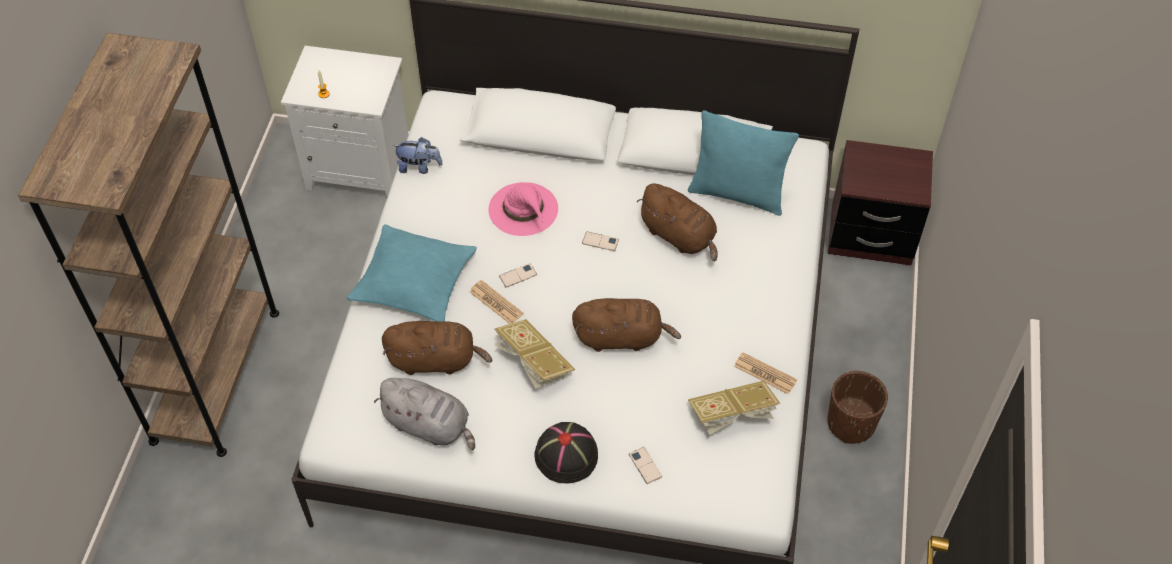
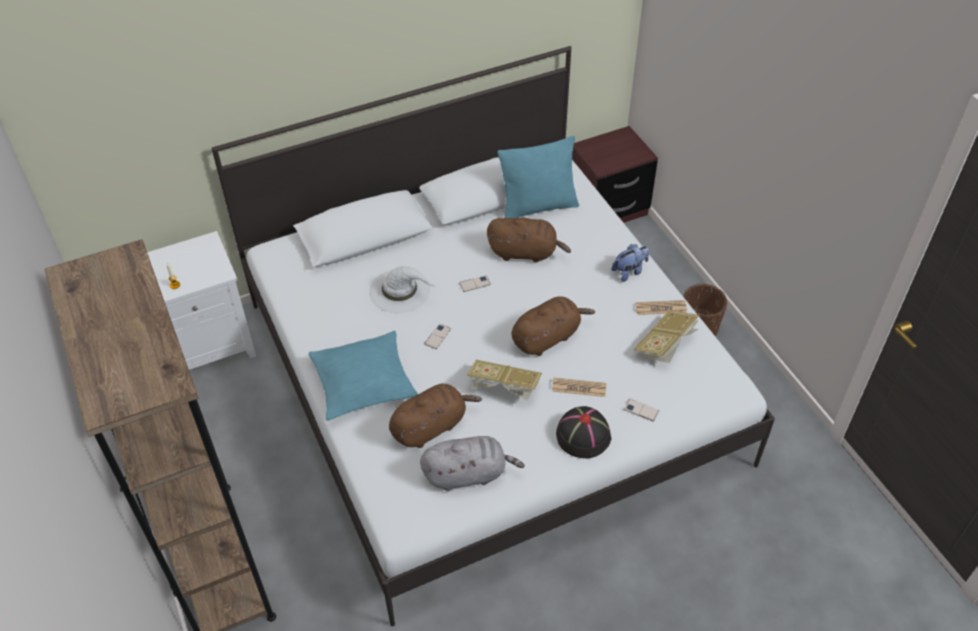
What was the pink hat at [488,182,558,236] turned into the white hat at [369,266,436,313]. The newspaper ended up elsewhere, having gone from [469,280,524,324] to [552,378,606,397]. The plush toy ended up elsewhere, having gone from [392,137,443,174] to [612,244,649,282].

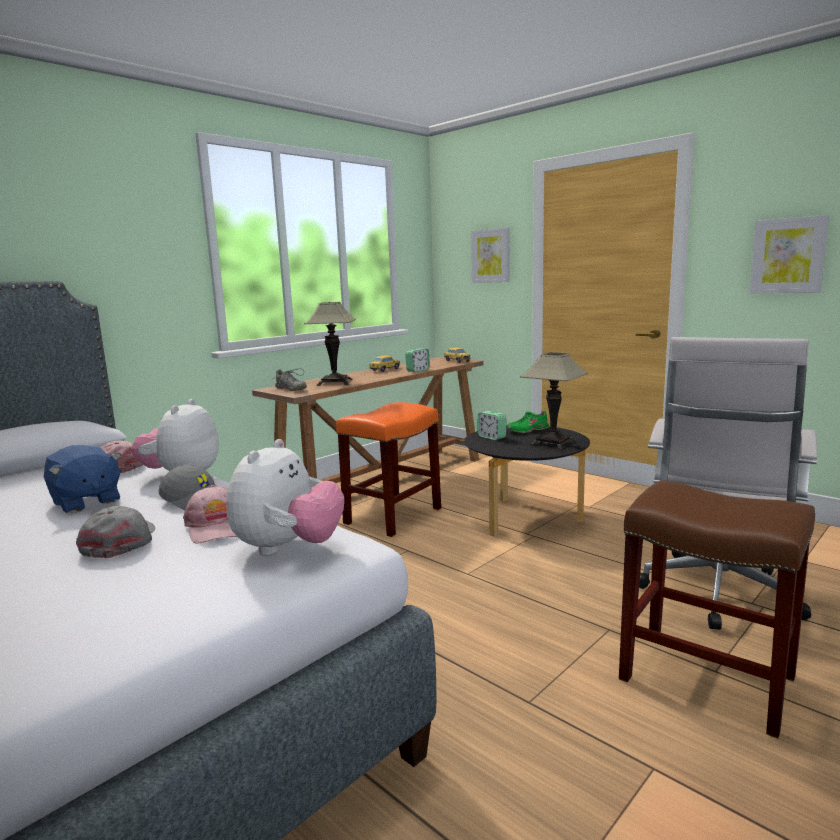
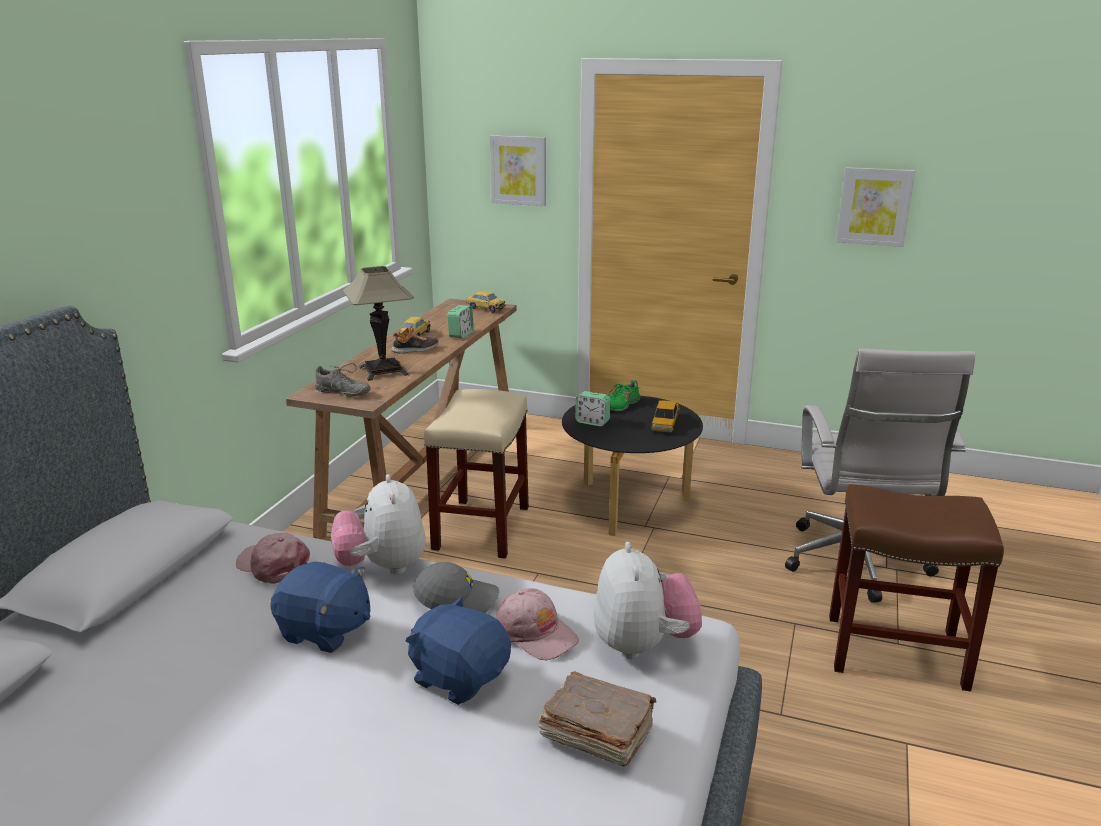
The second view gained the shoe at [391,326,439,353]. Where the grey cap stood at [76,506,155,558], the blue plush toy came to stand at [405,597,511,705]. What was the orange stool at [336,402,441,537] turned into the beige stool at [424,389,529,559]. The second view gained the brown book at [538,671,656,766]. Where the table lamp stood at [520,352,589,450], the toy car came to stand at [651,400,679,433].

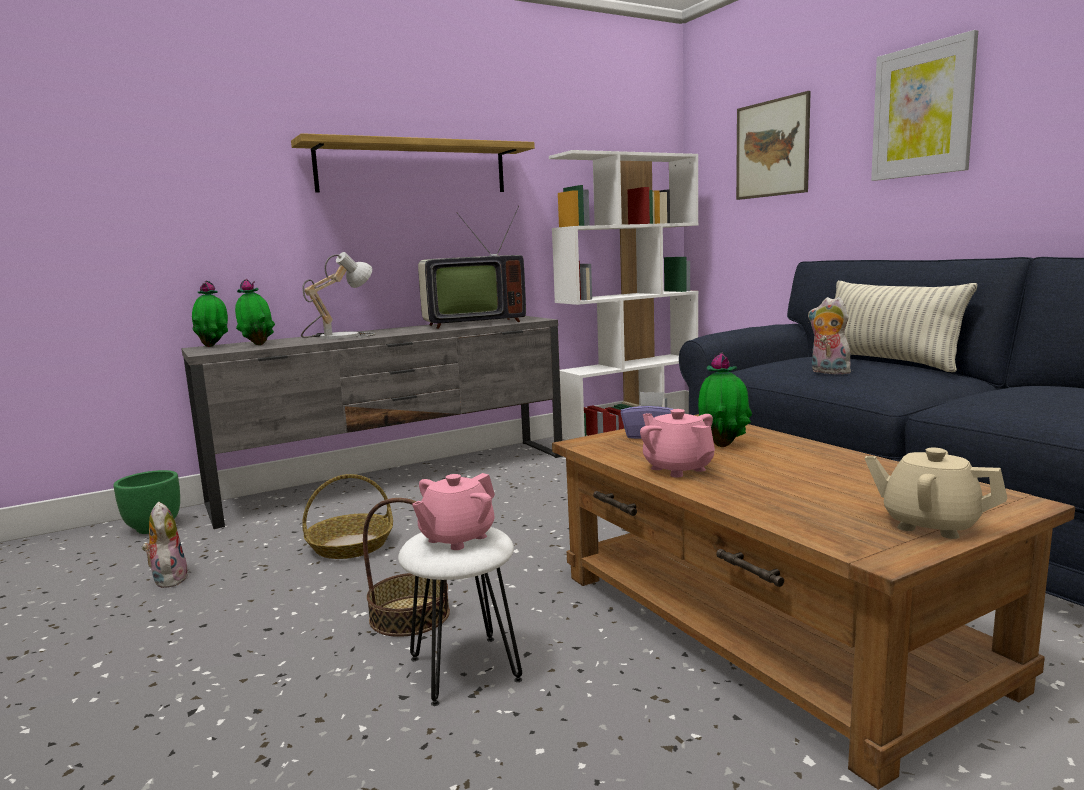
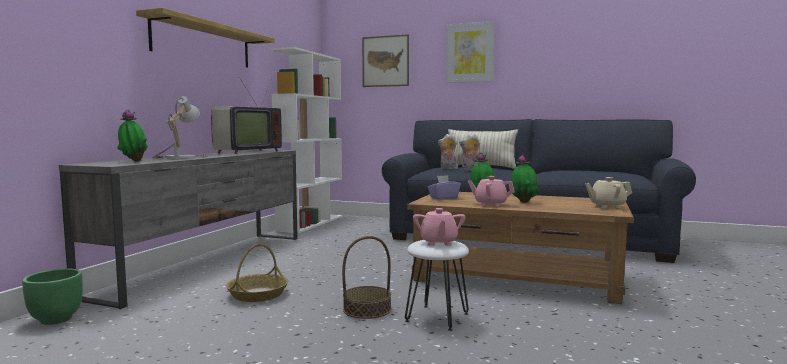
The plush toy ended up elsewhere, having gone from [142,502,189,588] to [438,134,458,169]. The potted plant ended up elsewhere, having gone from [192,281,228,347] to [511,155,538,203].

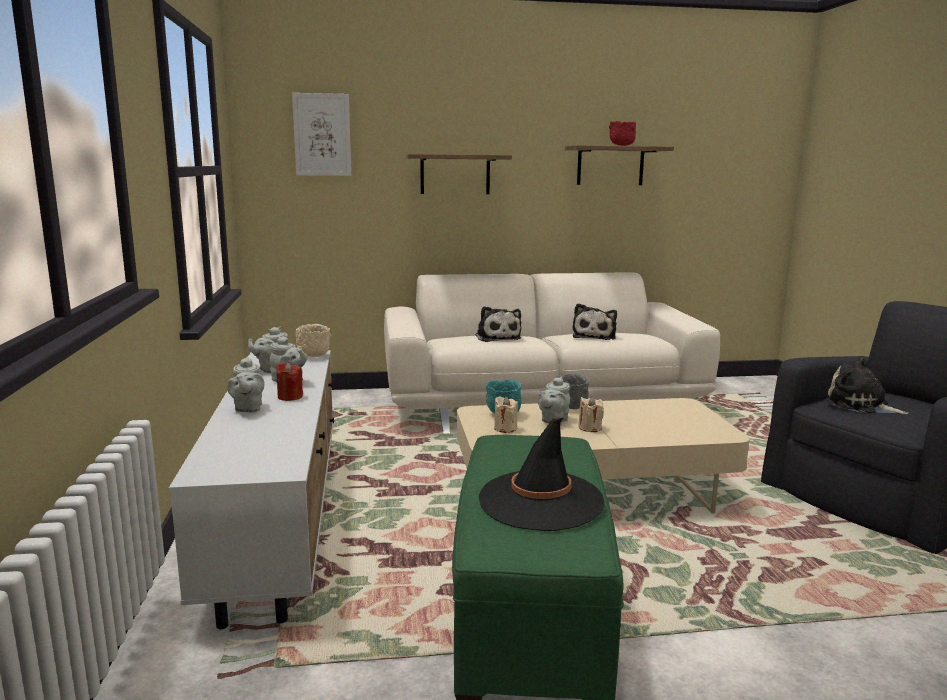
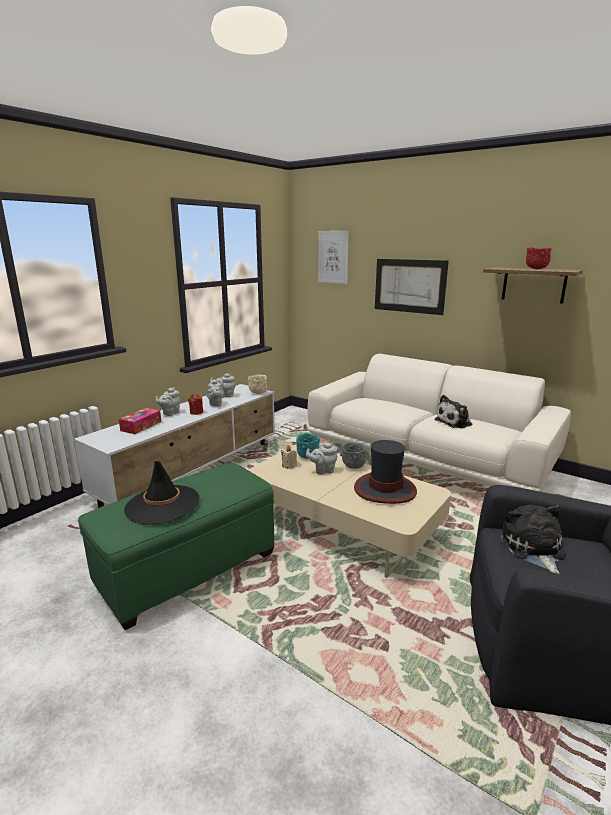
The second view gained the tissue box at [119,408,161,434]. The second view gained the hat at [354,440,417,504]. Where the shelf hung at [406,154,512,194], the picture came to hang at [375,259,449,315]. The second view lost the plush toy at [475,306,521,342]. The second view lost the beige candle at [578,396,604,432].

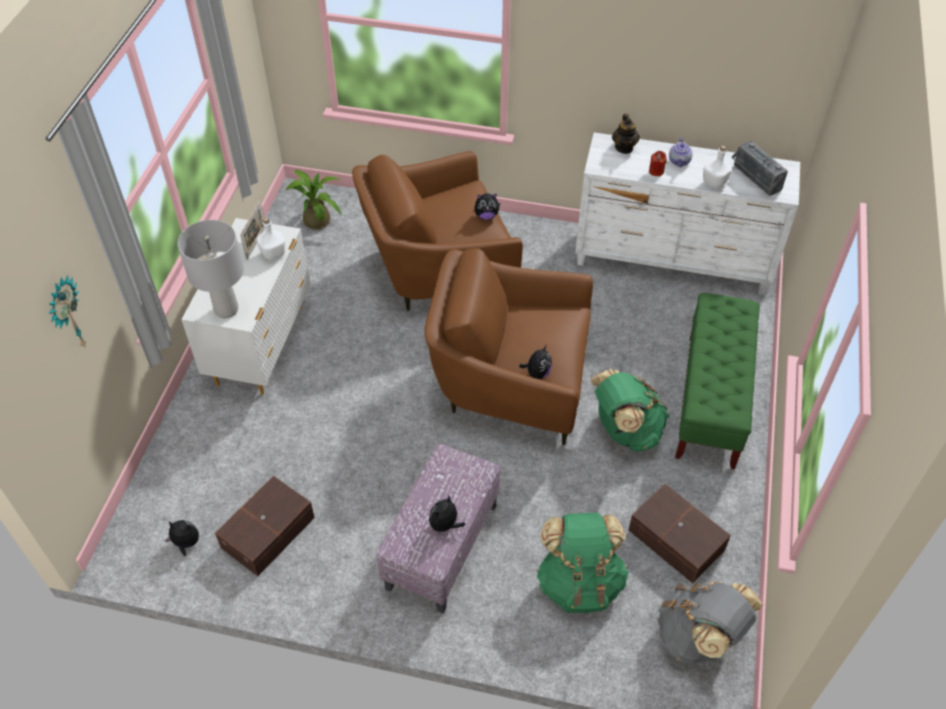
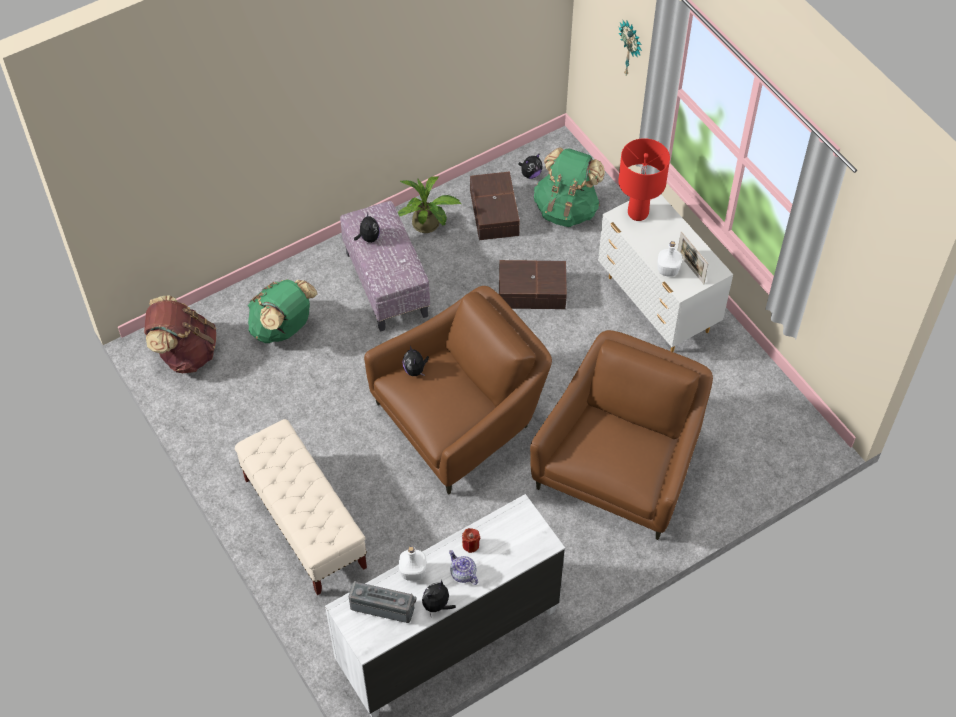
What was the grey backpack at [658,582,763,664] turned into the brown backpack at [144,295,216,373]. What was the green bench at [675,293,760,469] turned into the beige bench at [235,419,367,595]. The potted plant ended up elsewhere, having gone from [285,169,341,230] to [398,176,461,233]. The plush toy ended up elsewhere, having gone from [474,193,501,220] to [422,580,456,615]. The brown storage box ended up elsewhere, having gone from [628,484,731,583] to [499,260,567,309]. The green backpack ended up elsewhere, having gone from [590,369,669,452] to [534,147,605,227]. What was the grey table lamp at [178,220,244,318] turned into the red table lamp at [618,138,670,221]. The second view lost the teapot at [612,114,640,154].

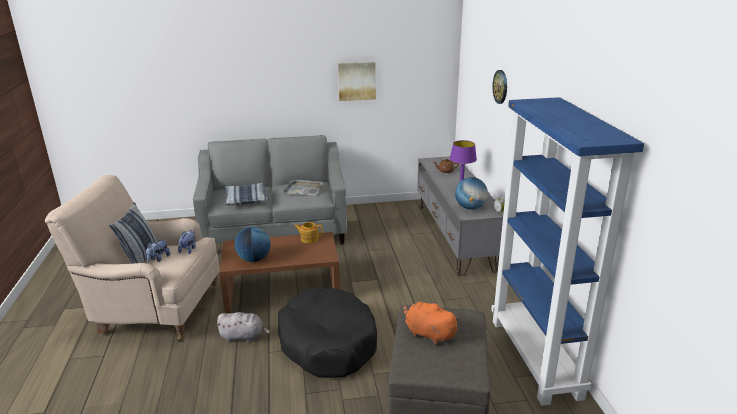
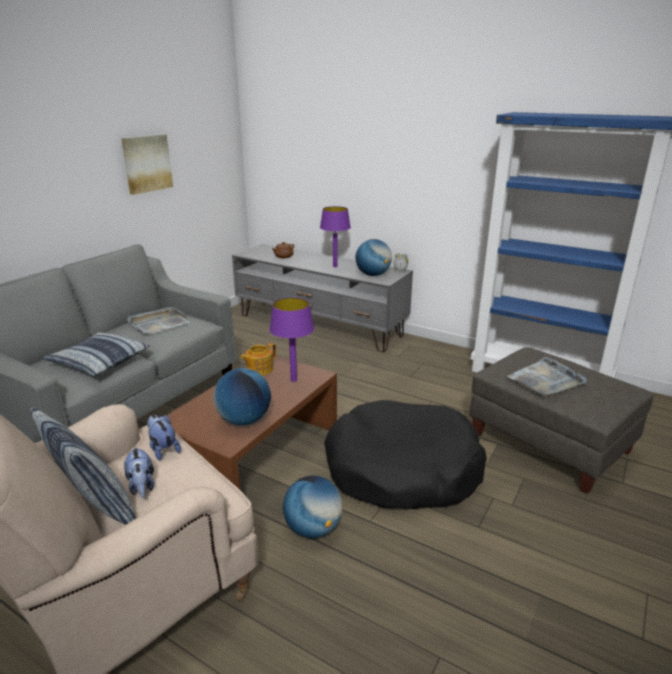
The second view gained the purple table lamp at [269,297,314,382]. Where the grey plush toy stood at [216,312,271,343], the globe came to stand at [283,476,343,538]. Where the orange plush toy stood at [403,301,460,345], the grey tray came to stand at [507,357,587,398]. The second view lost the wall clock at [493,70,507,104].

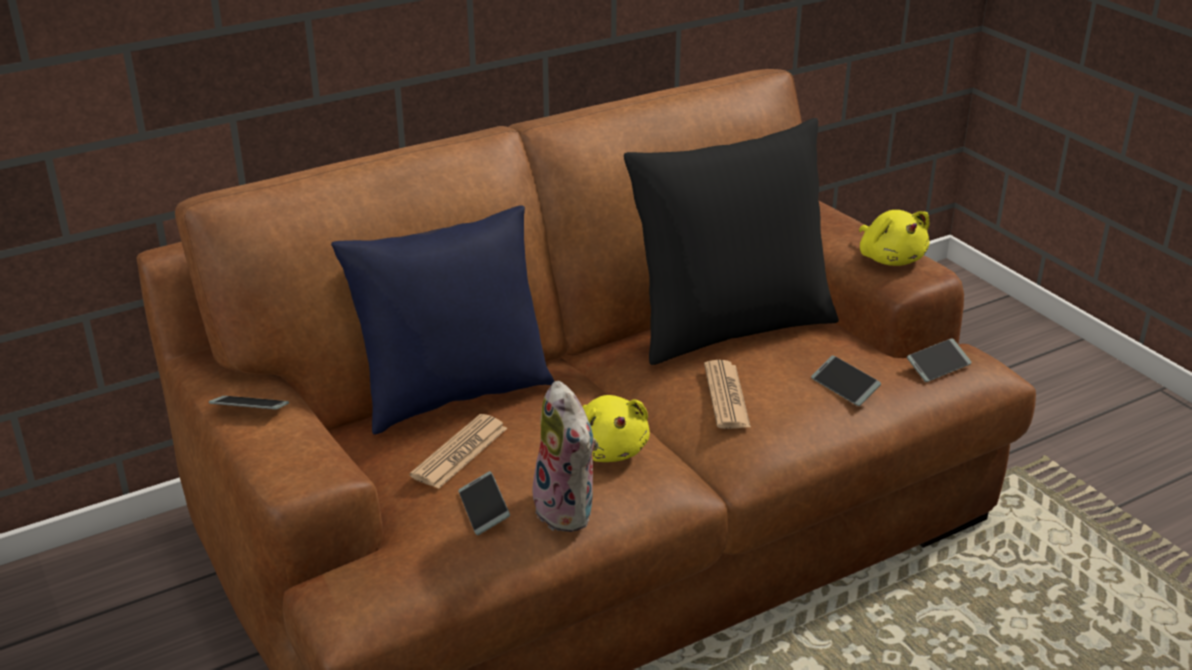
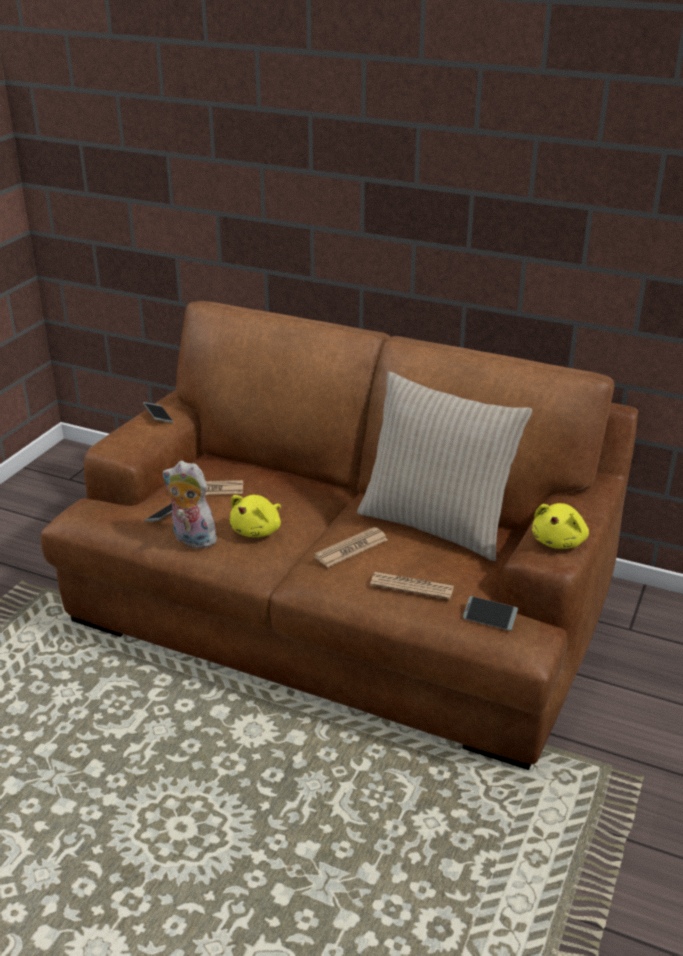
The plush toy at [533,381,598,532] ended up facing another way, 90 degrees clockwise from before. What was the black pillow at [624,118,839,365] turned into the beige pillow at [357,372,532,561]. Where the phone stood at [811,355,881,406], the newspaper came to stand at [370,572,454,599]. The second view lost the blue pillow at [331,205,555,435].

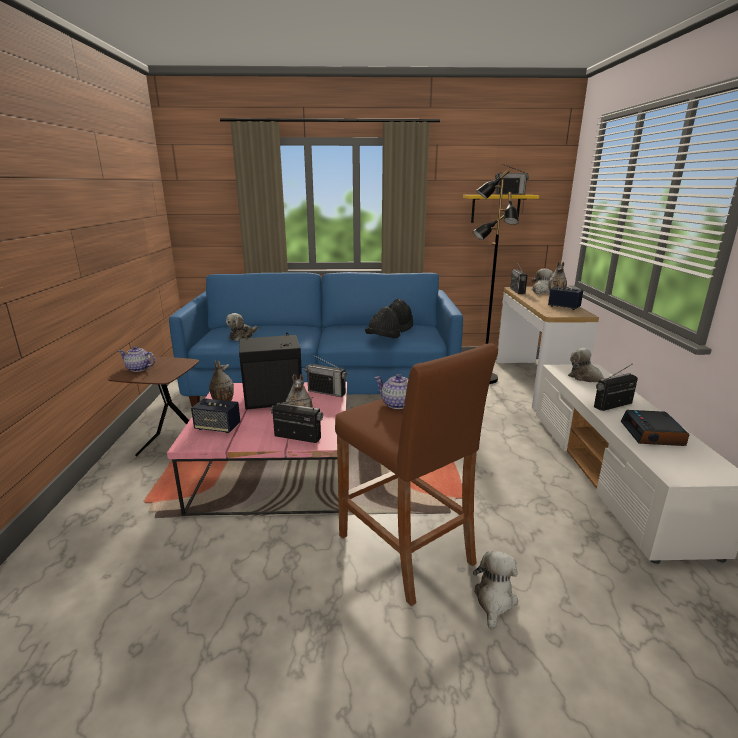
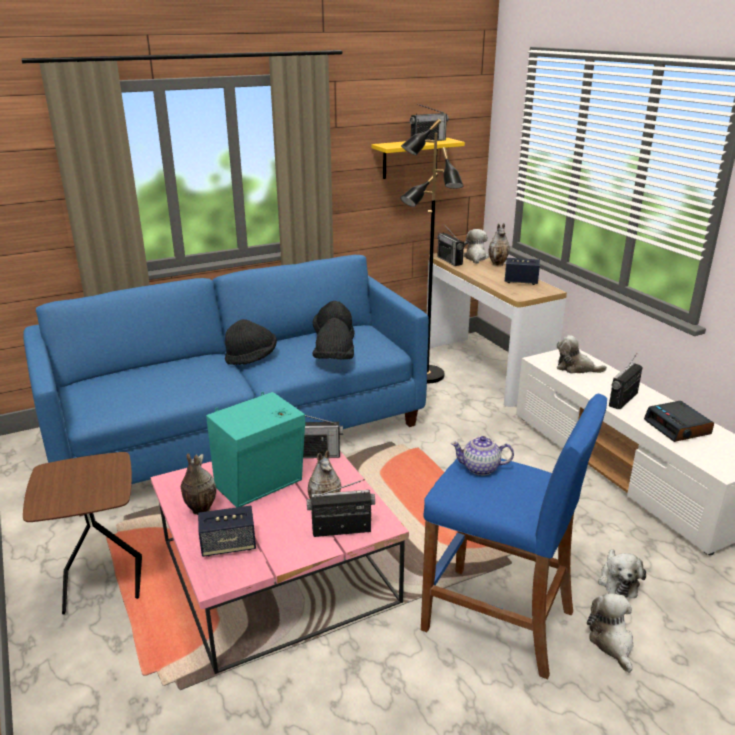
What was the black speaker at [239,333,302,410] turned into the turquoise speaker at [206,392,305,507]. The second view gained the black hat at [225,319,277,365]. What was the brown stool at [335,343,498,606] turned into the blue stool at [421,394,607,679]. The plush toy ended up elsewhere, having gone from [226,313,258,341] to [598,549,646,598]. The second view lost the teapot at [119,346,155,372].

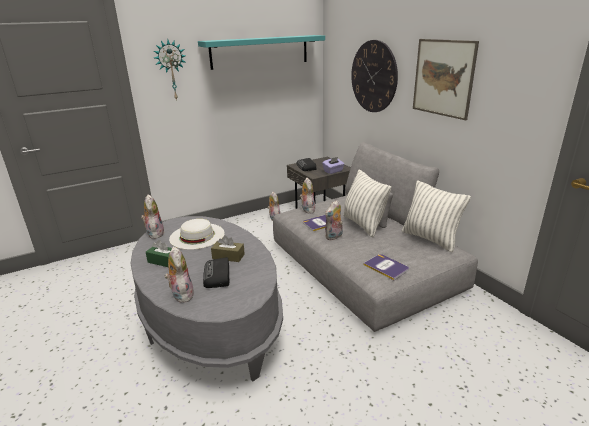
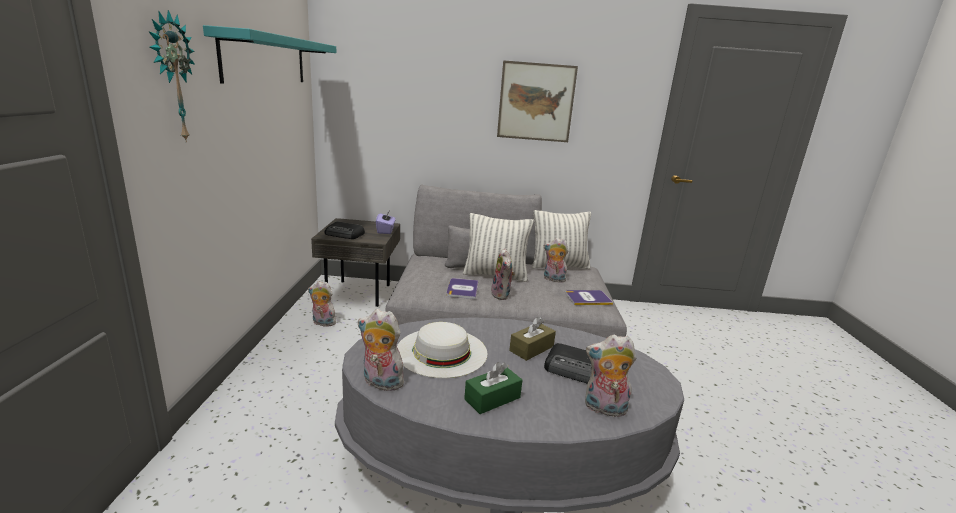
The plush toy ended up elsewhere, having gone from [300,178,315,213] to [544,238,569,283]. The second view lost the wall clock at [351,40,398,112].

